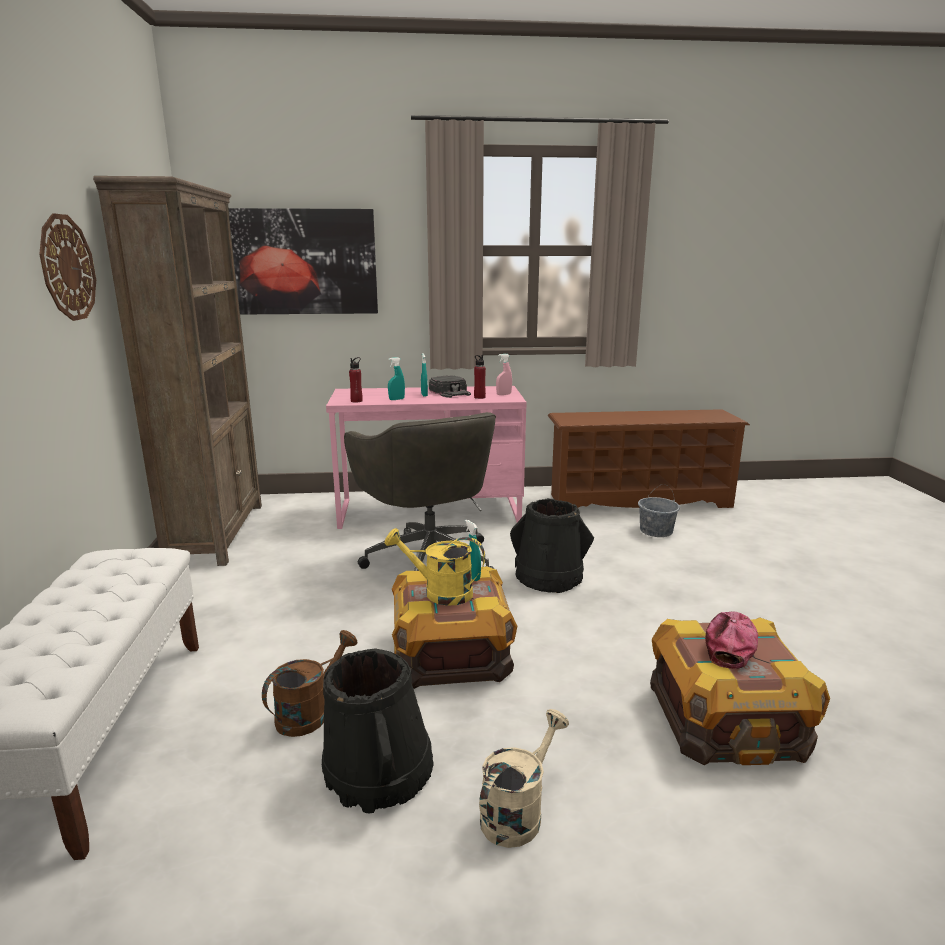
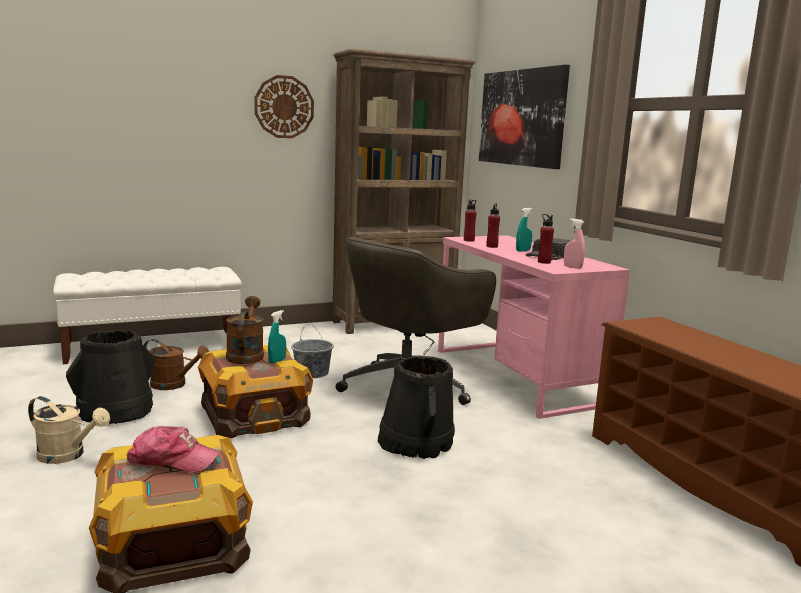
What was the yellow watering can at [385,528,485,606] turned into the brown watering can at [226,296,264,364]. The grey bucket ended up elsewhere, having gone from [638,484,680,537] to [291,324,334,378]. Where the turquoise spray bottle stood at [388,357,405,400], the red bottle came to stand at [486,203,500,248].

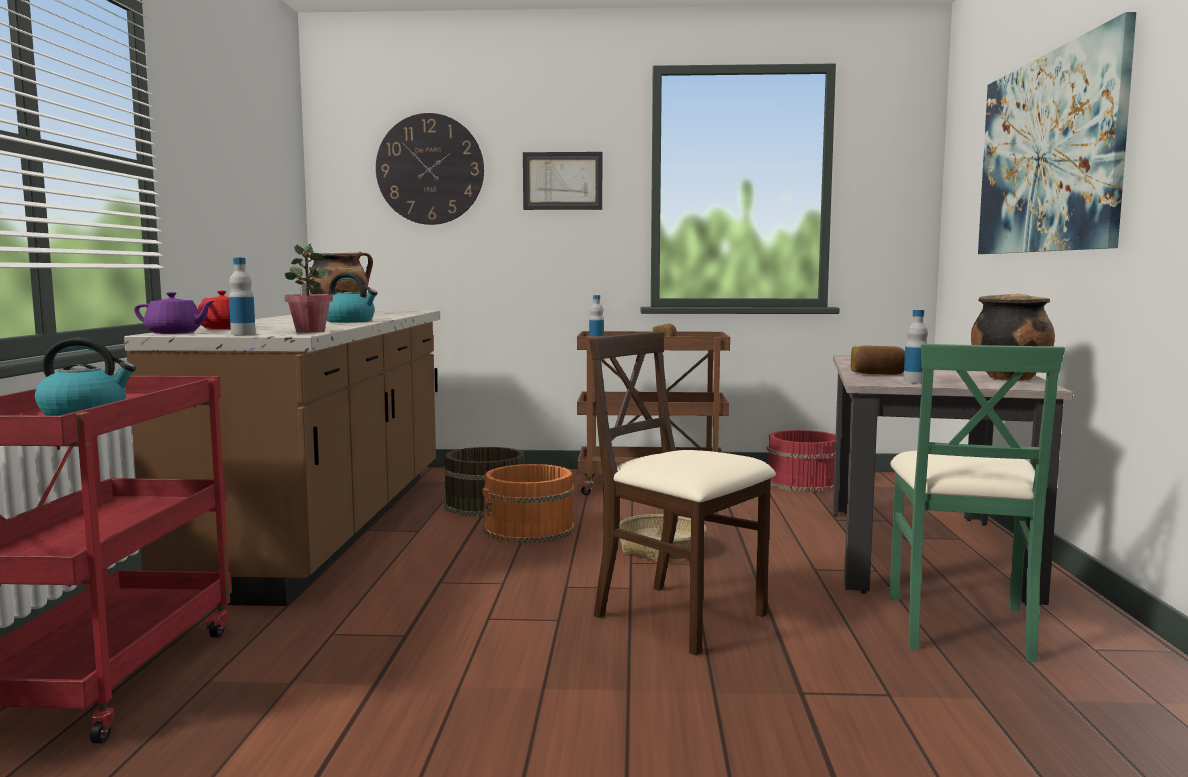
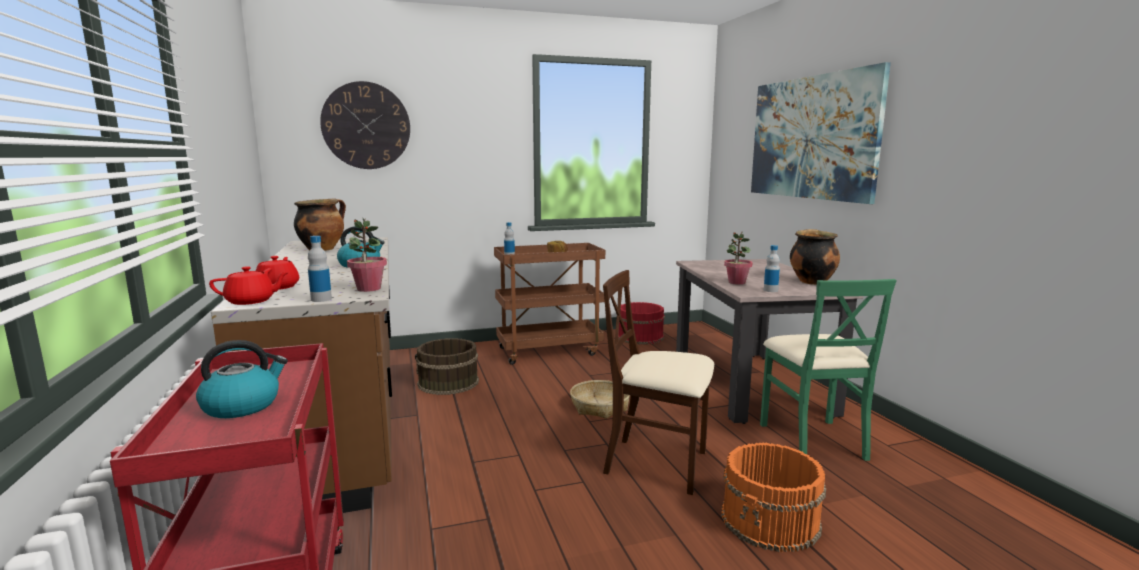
What was the purple teapot at [134,292,215,334] turned into the red teapot at [209,266,289,305]. The orange bucket ended up elsewhere, having gone from [482,464,575,543] to [721,443,826,552]. Where the bread stood at [851,345,905,375], the potted plant came to stand at [724,232,753,285]. The second view lost the picture at [523,152,602,210].

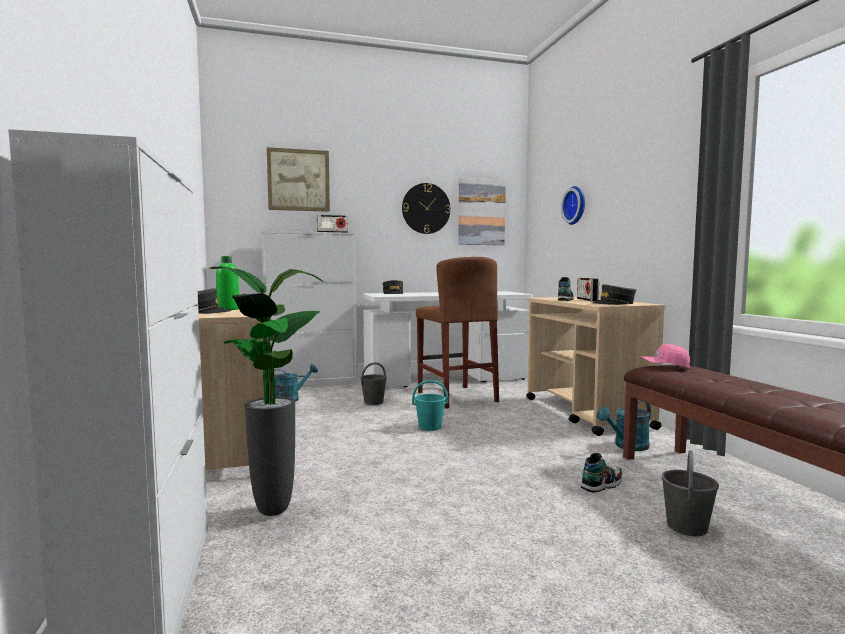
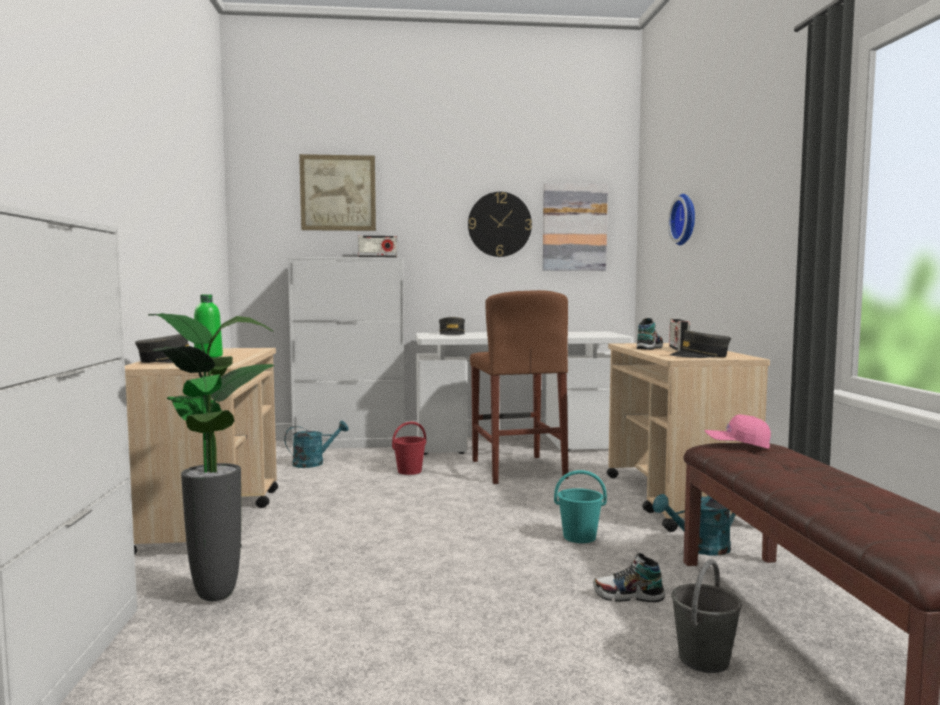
What was the grey bucket at [360,362,387,405] turned into the red bucket at [392,422,426,475]. The turquoise bucket ended up elsewhere, having gone from [412,380,448,431] to [554,470,607,543]. The shoe at [581,453,622,493] ended up facing another way, 150 degrees counterclockwise from before.

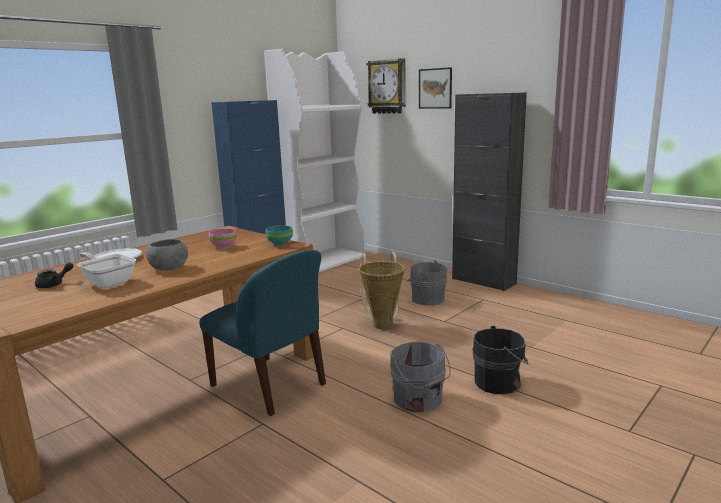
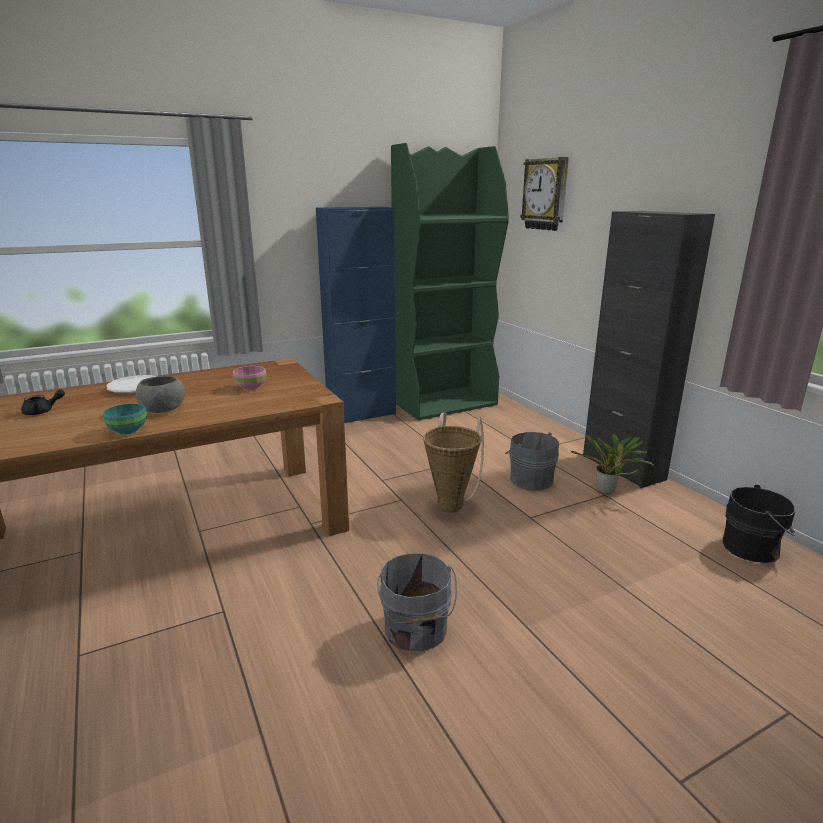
The turquoise bowl ended up elsewhere, having gone from [265,225,293,245] to [103,403,147,435]. What was the white bookcase at [264,49,366,273] turned into the green bookcase at [391,143,509,420]. The second view gained the potted plant at [571,434,656,494]. The black bucket ended up elsewhere, having gone from [472,326,529,394] to [723,485,795,563]. The second view lost the frying pan at [77,252,136,288]. The second view lost the blue chair at [199,250,326,416]. The second view lost the picture at [419,67,452,109].

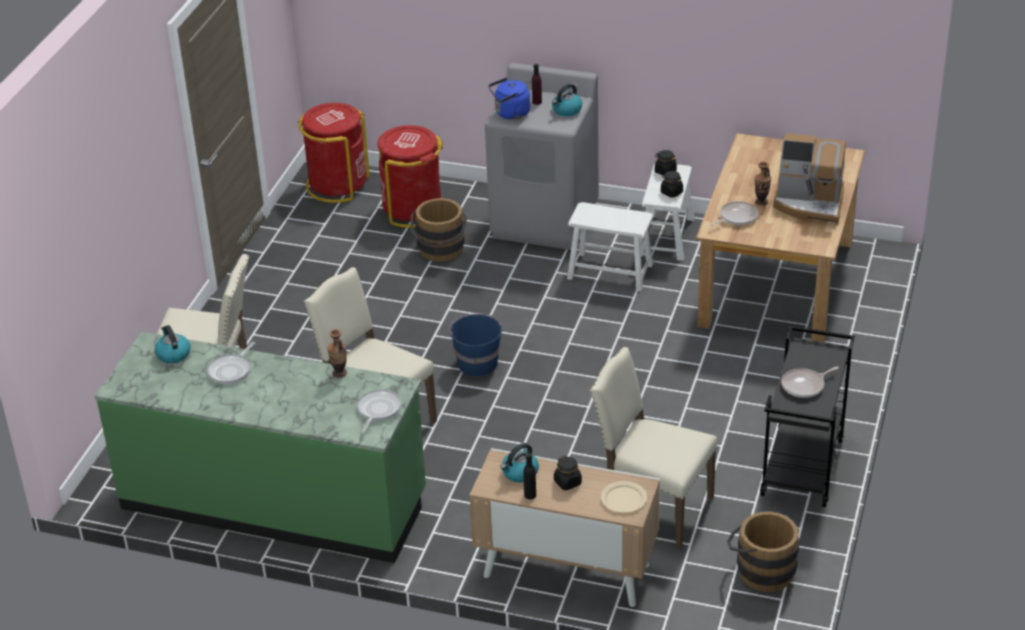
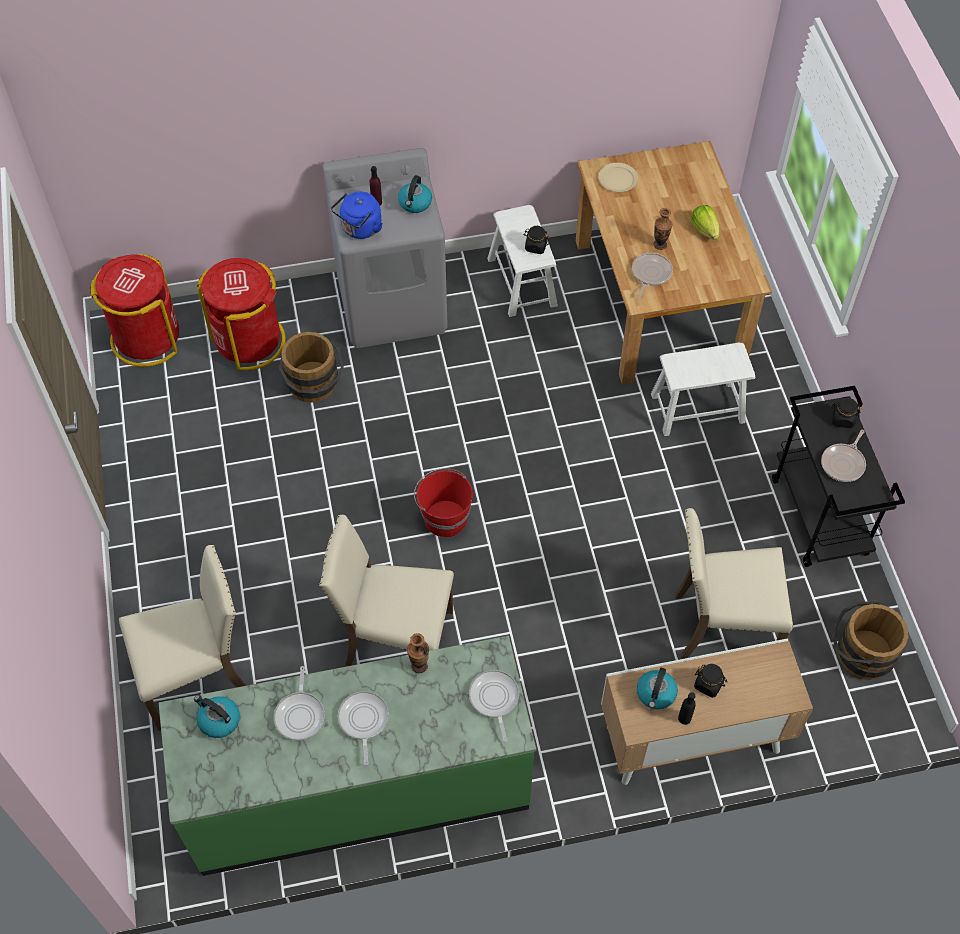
The second view gained the frying pan at [338,691,389,765]. What was the blue bucket at [449,313,502,377] turned into the red bucket at [414,468,473,537]. The beige plate ended up elsewhere, having gone from [601,481,647,513] to [598,163,638,192]. The white stool ended up elsewhere, having gone from [567,202,654,291] to [651,342,755,436]. Where the coffee machine stood at [773,133,846,225], the lettuce came to stand at [691,205,719,240]. The black jar ended up elsewhere, having gone from [655,150,677,176] to [832,398,861,428].

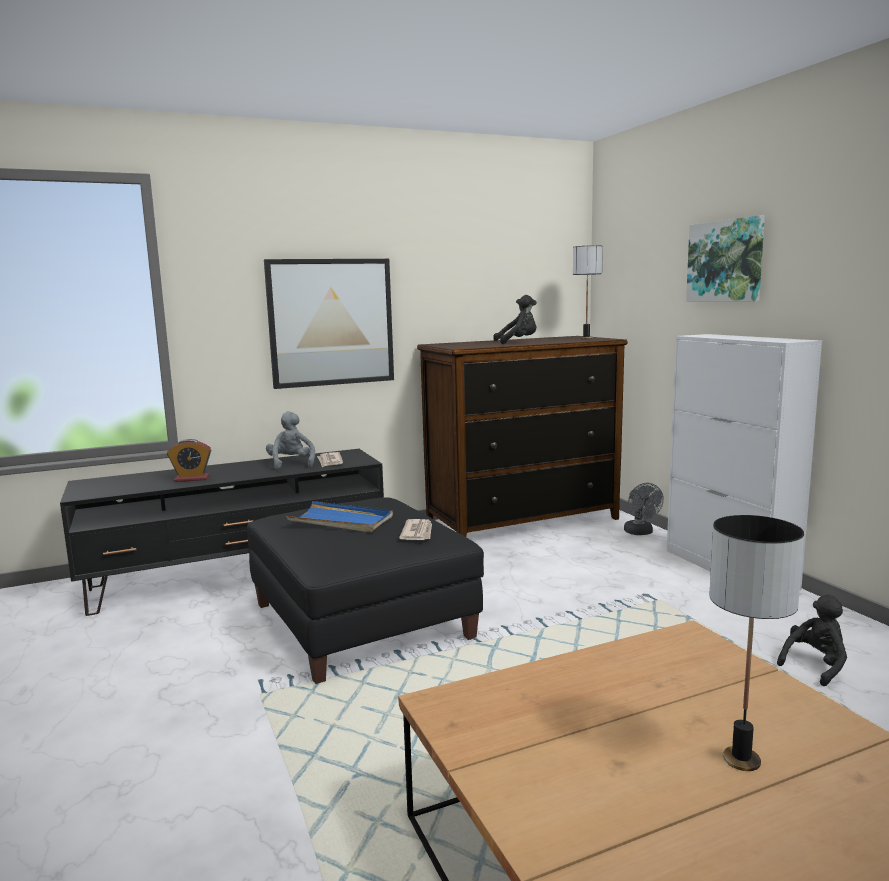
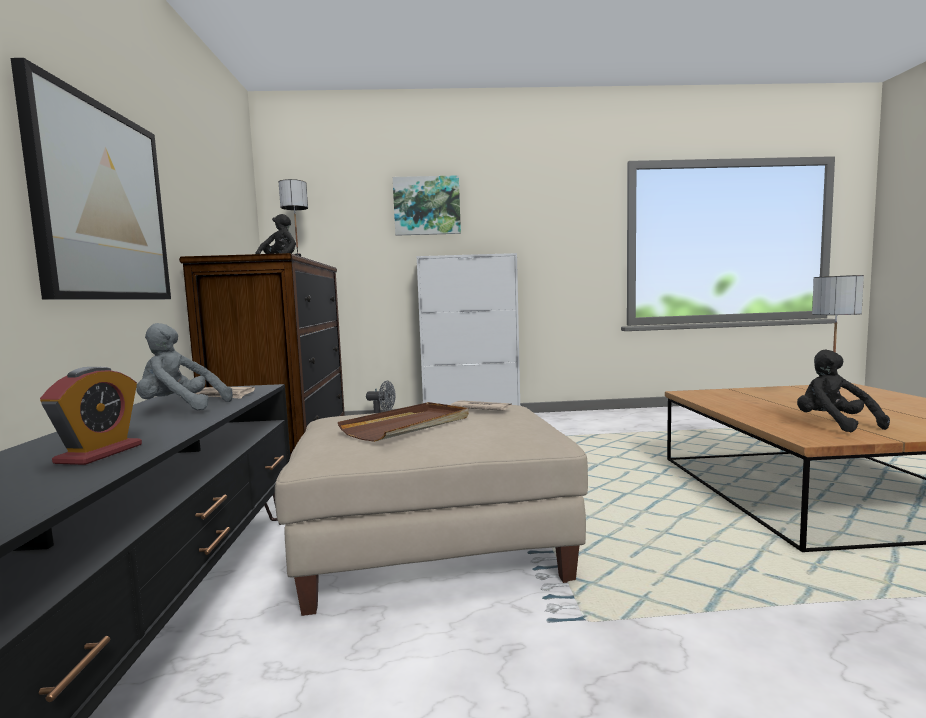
What was the black ottoman at [247,497,484,684] turned into the beige ottoman at [275,405,588,616]. What was the blue tray at [285,501,393,532] turned into the brown tray at [338,402,469,442]. The black plush toy ended up elsewhere, having gone from [777,595,847,686] to [797,349,890,432].

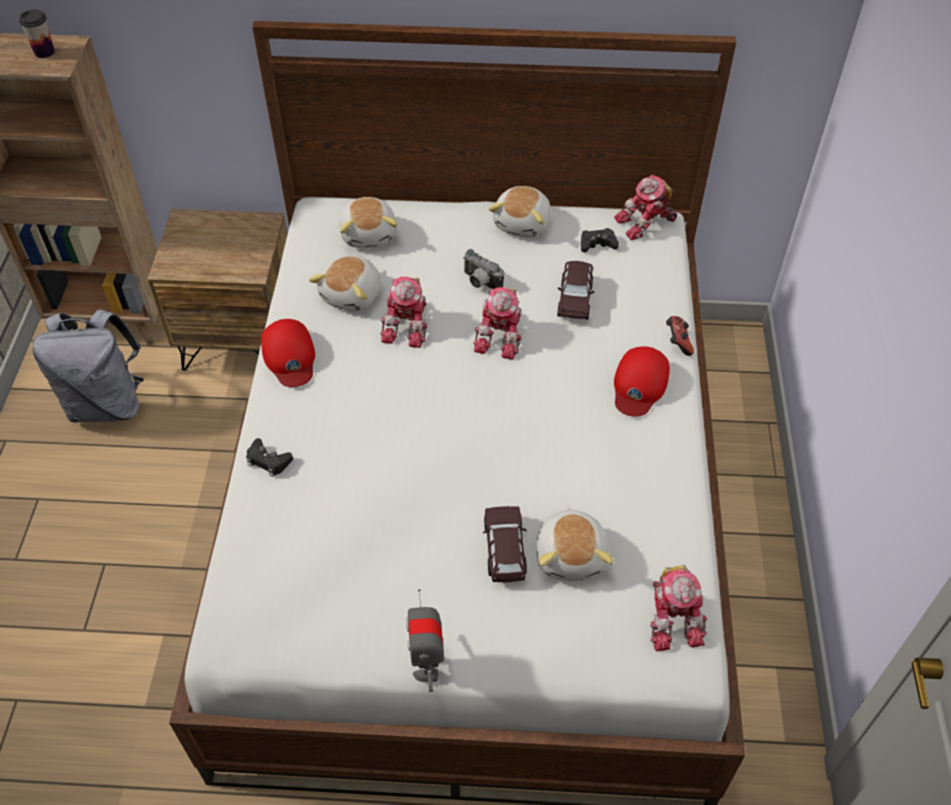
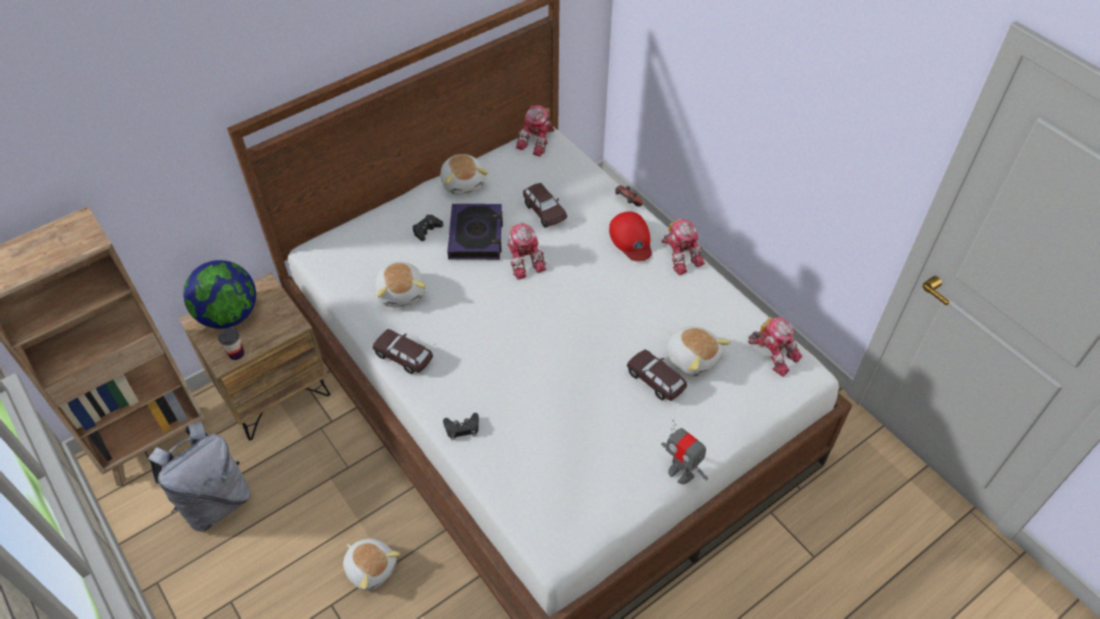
The second view gained the globe at [184,260,256,329]. The cup ended up elsewhere, having gone from [19,9,55,58] to [218,328,244,360]. The plush toy ended up elsewhere, having gone from [339,197,398,248] to [343,538,400,591]. Where the red cap stood at [261,319,315,387], the brown toy car came to stand at [372,329,433,374]. The black game controller ended up elsewhere, having gone from [581,228,619,253] to [412,215,443,241]. Where the photo camera stood at [463,249,504,289], the book came to stand at [447,204,503,260]. The toy robot ended up elsewhere, having gone from [380,277,428,348] to [662,218,705,275].

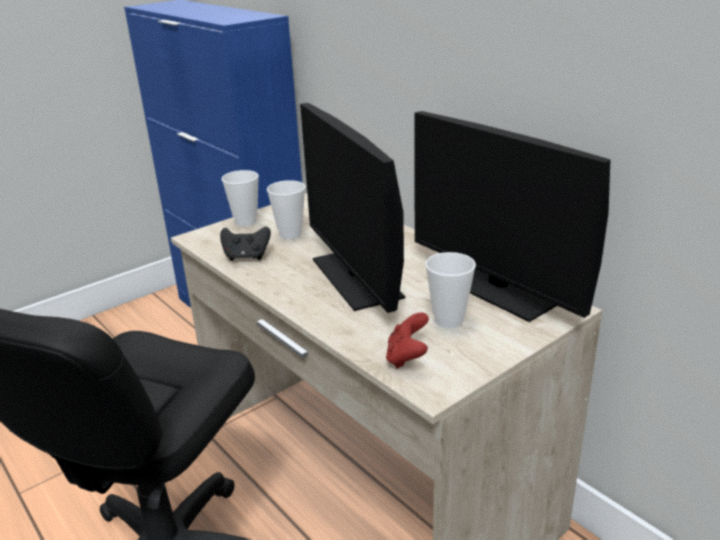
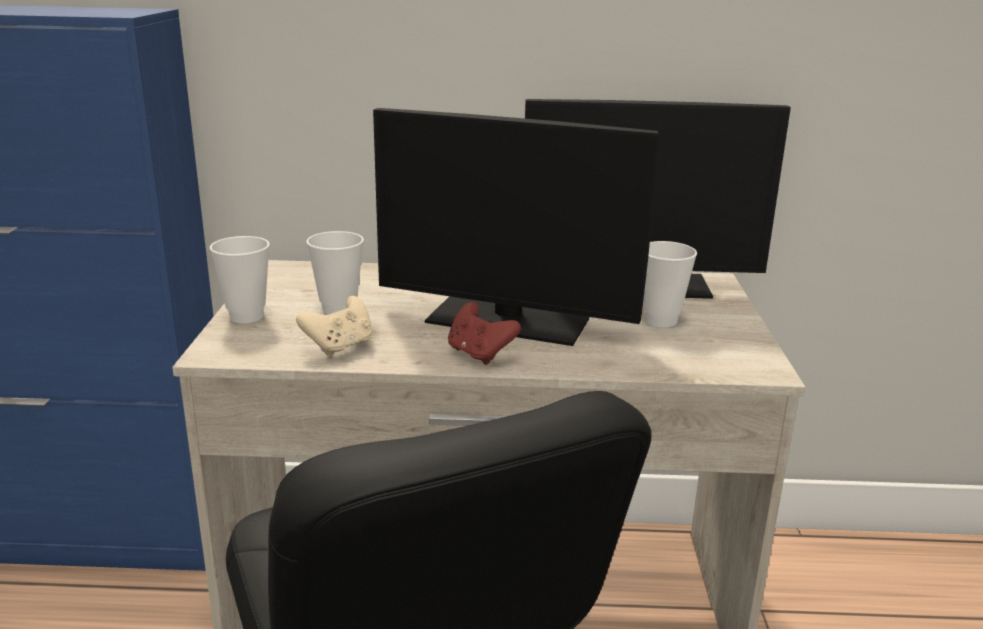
What was the black game controller at [220,226,271,261] turned into the beige game controller at [296,296,373,357]. The red game controller ended up elsewhere, having gone from [386,312,429,369] to [448,302,521,365].

